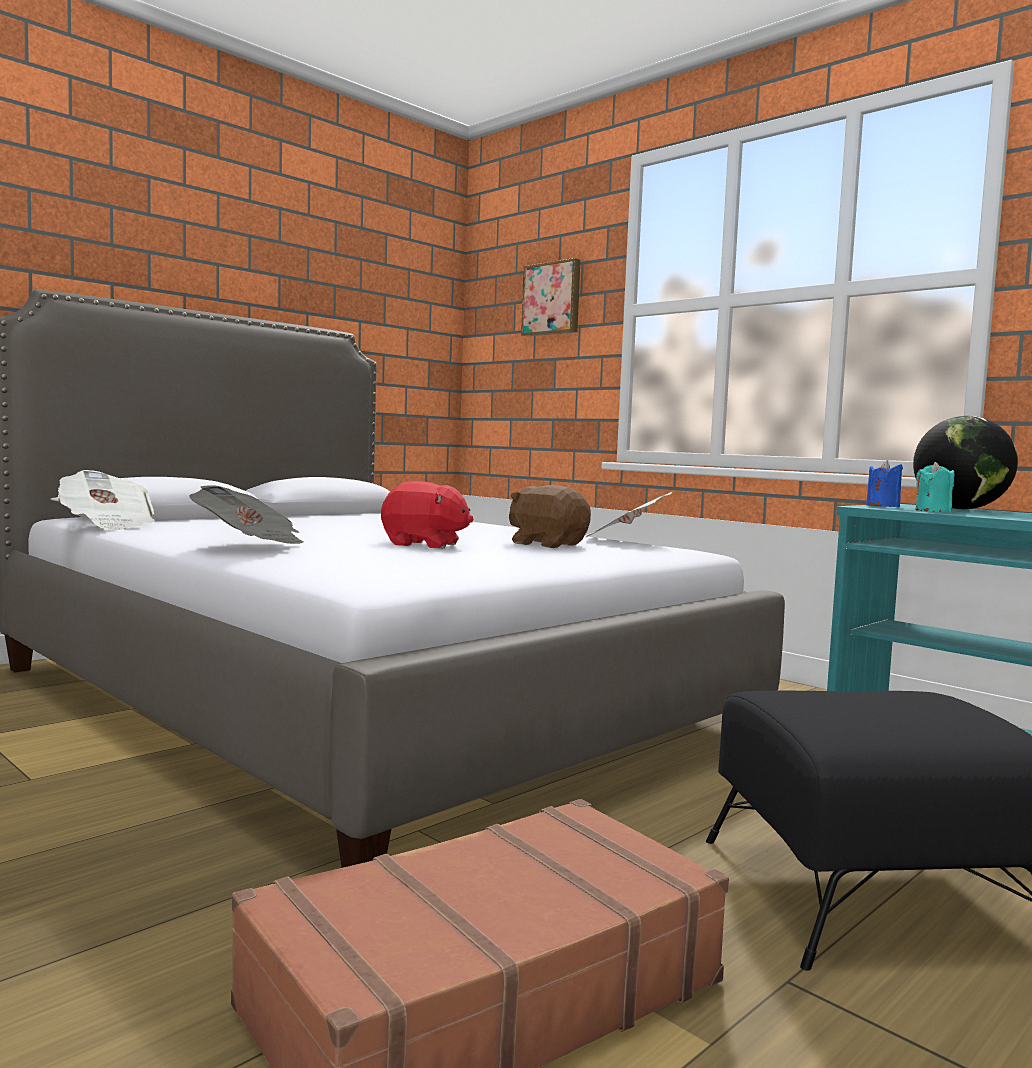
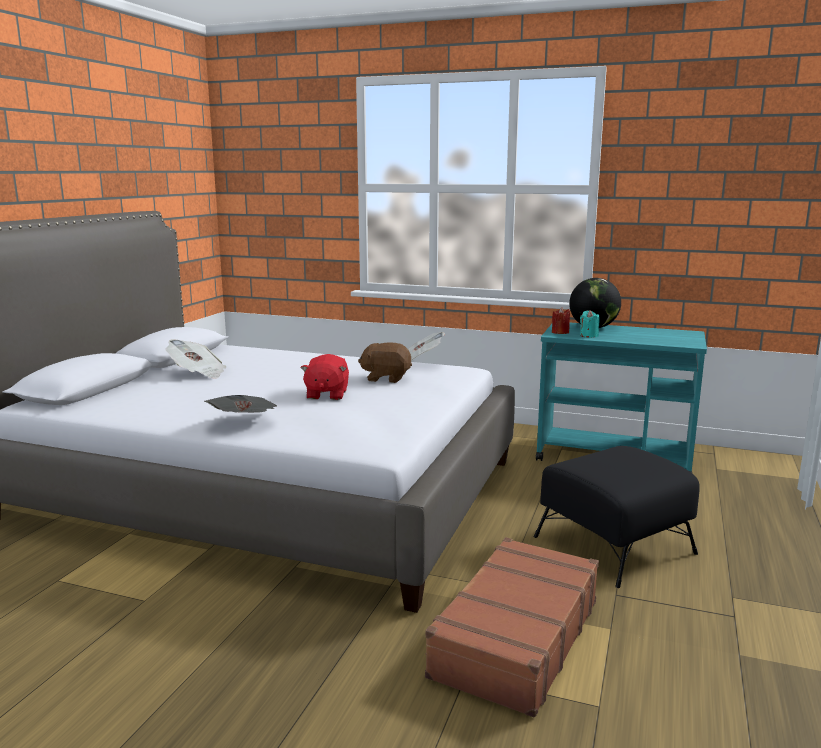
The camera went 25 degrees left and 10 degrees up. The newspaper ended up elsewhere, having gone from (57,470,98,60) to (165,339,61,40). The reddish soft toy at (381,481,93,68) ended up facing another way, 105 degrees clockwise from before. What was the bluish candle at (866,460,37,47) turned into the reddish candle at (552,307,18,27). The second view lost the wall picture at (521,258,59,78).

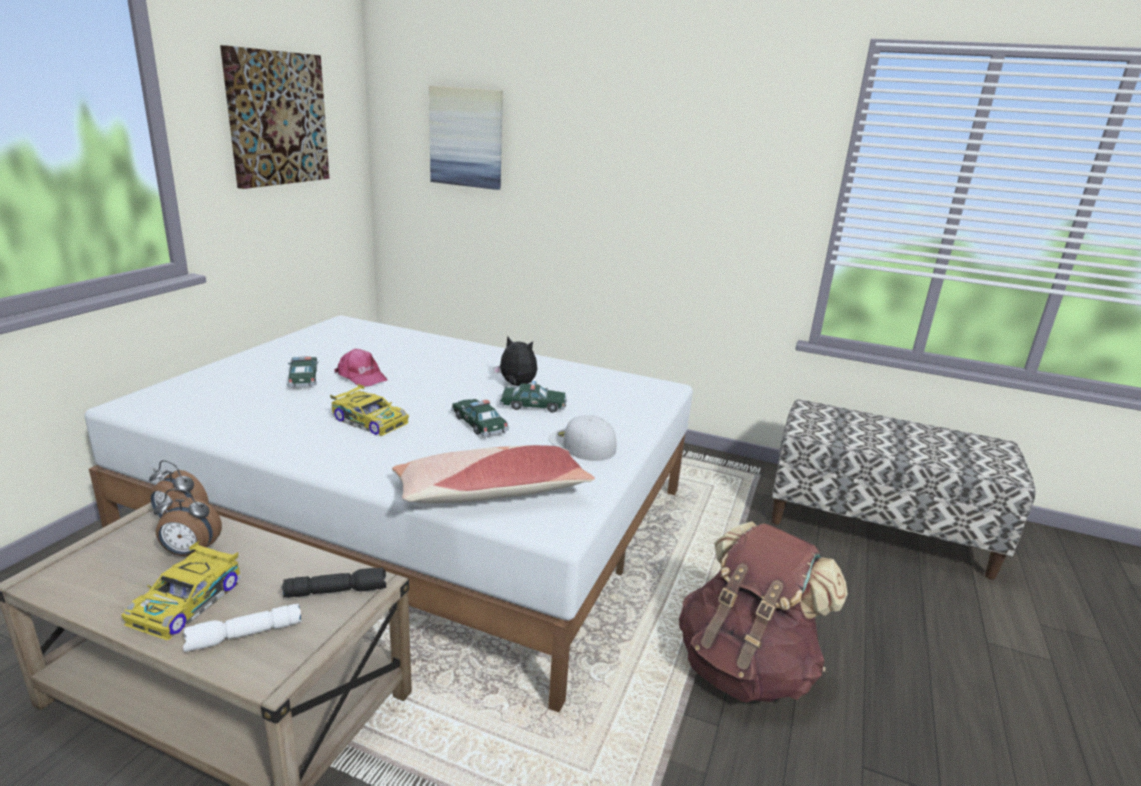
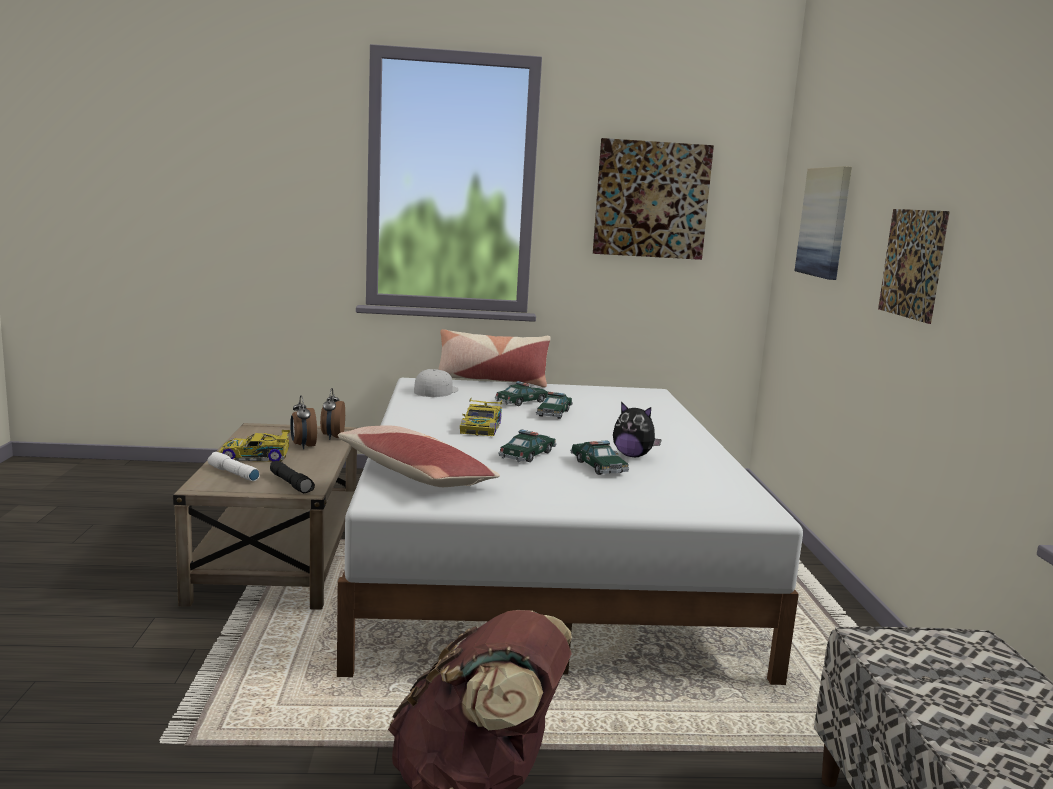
The camera went 65 degrees right and 10 degrees down. The whitish peaked cap ended up elsewhere, having gone from (549,415,68,46) to (414,369,45,28). The second view gained the pillow at (438,329,113,59). Where the pink-coloured peaked cap stood at (334,349,53,38), the miniature car came to stand at (536,392,37,27). The soft toy at (493,336,44,50) ended up facing another way, 120 degrees clockwise from before. The second view gained the wall picture at (878,209,72,115).

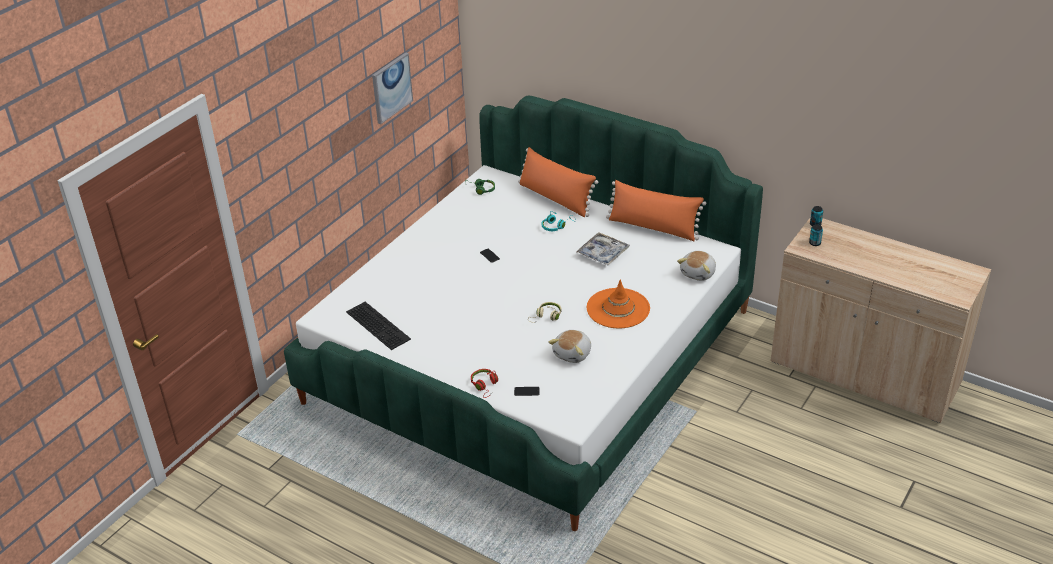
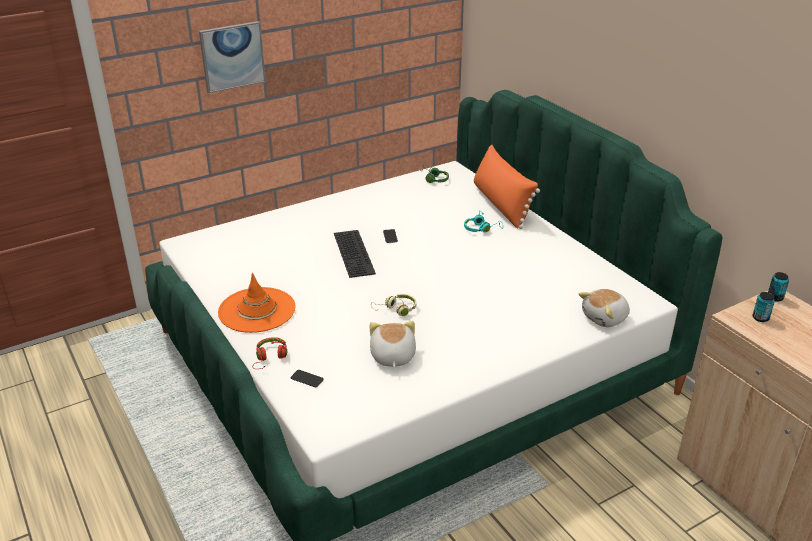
The camera went 25 degrees right and 5 degrees down. The wall picture ended up elsewhere, having gone from (372,52,41,72) to (199,21,67,72). The orange hat ended up elsewhere, having gone from (587,279,63,49) to (218,273,78,60). The PC keyboard ended up elsewhere, having gone from (346,302,65,48) to (334,230,42,48). The soft toy at (548,330,43,33) ended up facing another way, 120 degrees clockwise from before. The second view lost the tray at (577,232,52,33). The second view lost the orange pillow at (606,180,100,61).

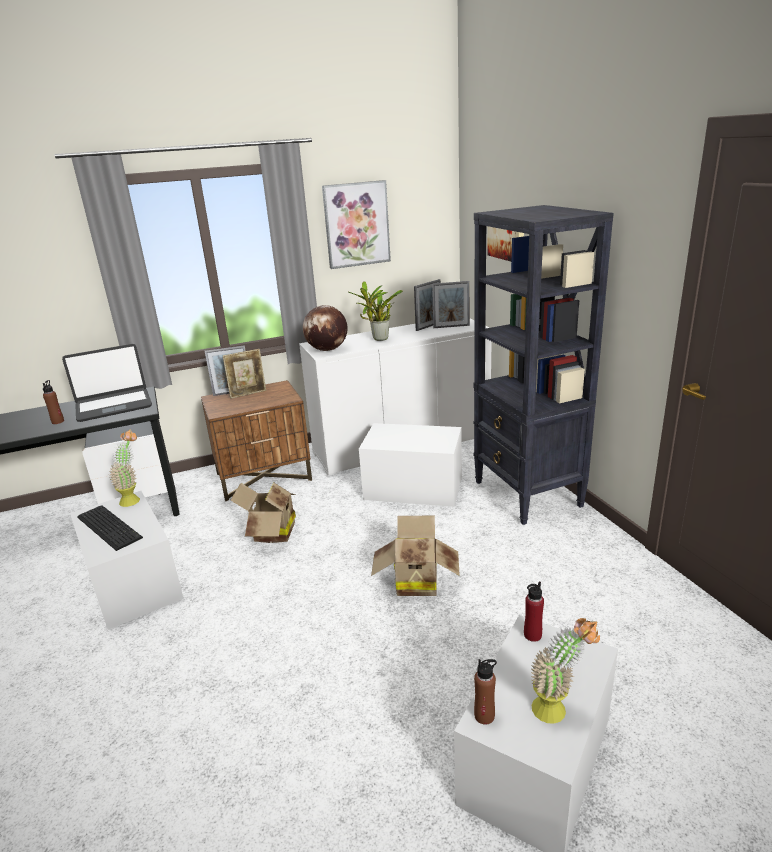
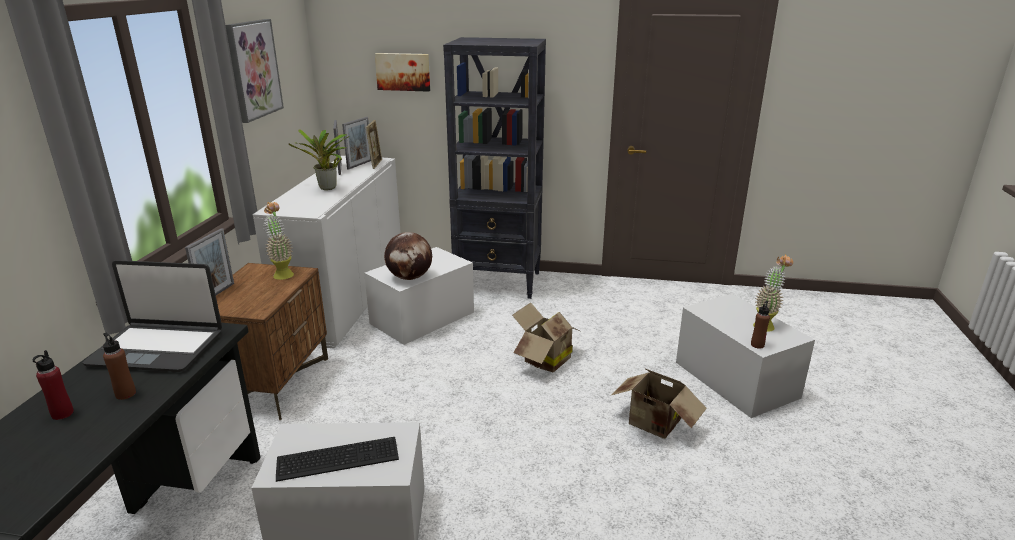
The camera went 60 degrees left and 0 degrees up. The reddish beverage bottle ended up elsewhere, having gone from (524,582,20,60) to (33,350,41,70). The notebook computer at (62,344,90,78) ended up facing another way, 90 degrees clockwise from before. The houseplant ended up elsewhere, having gone from (109,429,31,78) to (263,202,31,78). The standing frame ended up elsewhere, having gone from (223,349,43,50) to (366,120,16,49). The desk globe ended up elsewhere, having gone from (303,305,45,46) to (384,232,48,48). The carton ended up elsewhere, having gone from (231,483,65,60) to (610,368,97,71).

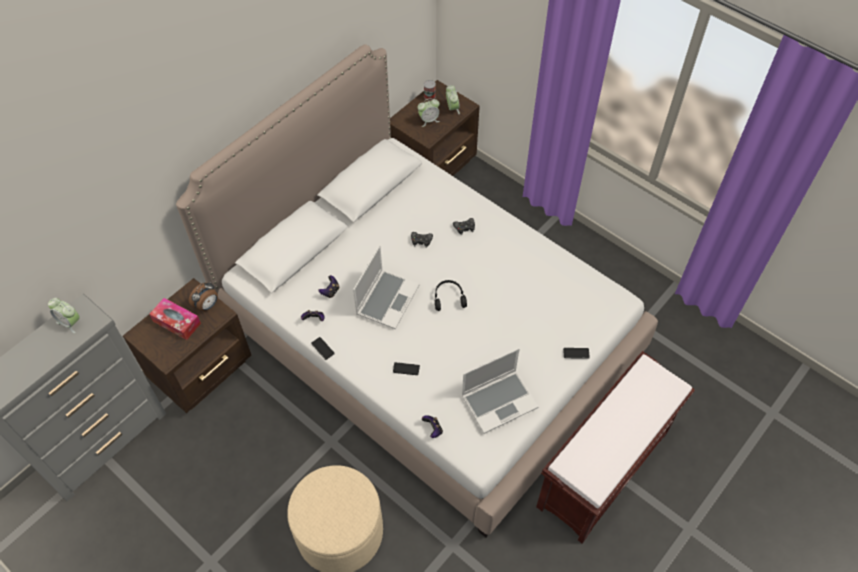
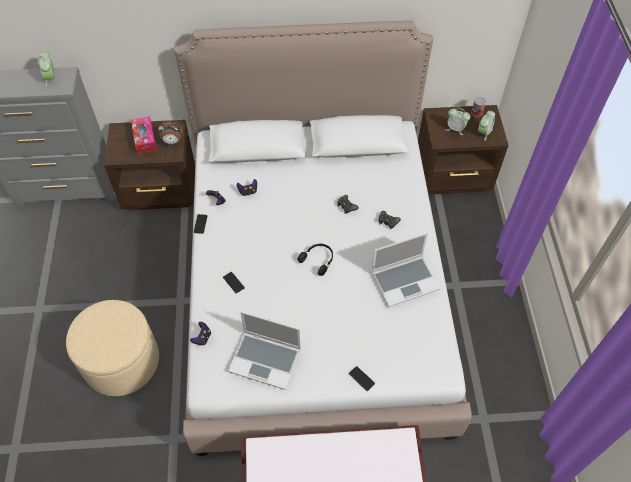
The camera went 45 degrees right and 0 degrees up. The notebook computer ended up elsewhere, having gone from (353,245,67,84) to (371,233,69,74).

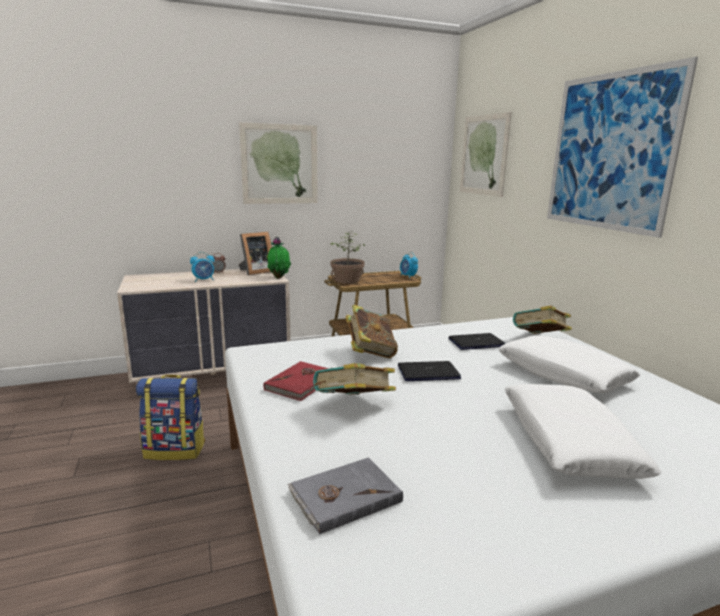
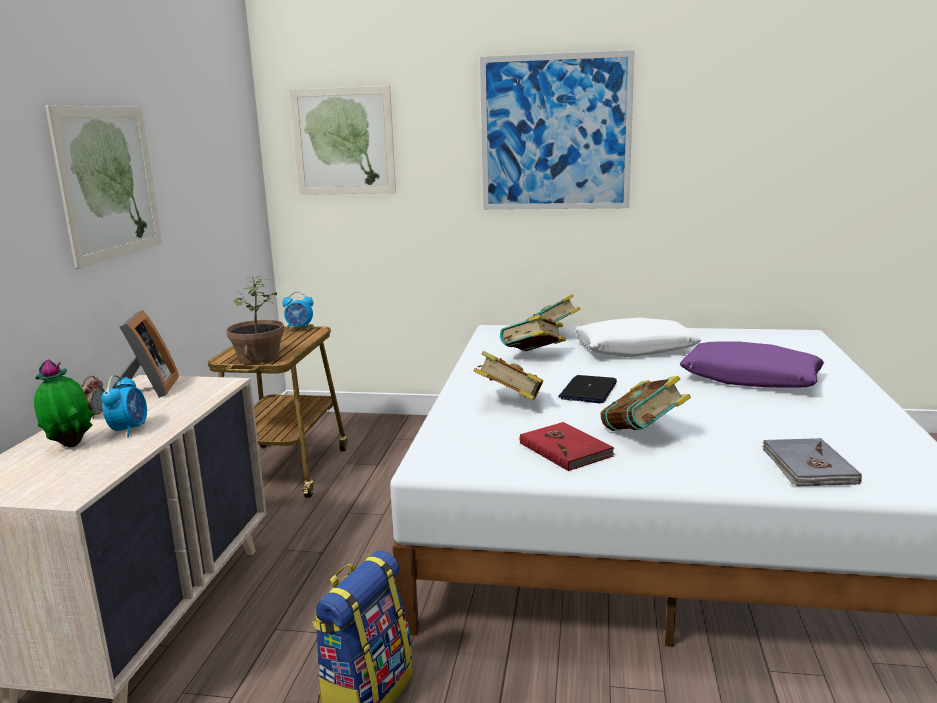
The camera went 60 degrees left and 0 degrees up. The houseplant ended up elsewhere, having gone from (267,237,24,42) to (34,359,60,88). Where the notebook computer stood at (449,333,57,17), the bound book came to stand at (500,315,66,36). What was the whitish pillow at (505,384,156,95) turned into the purple pillow at (679,342,145,46).

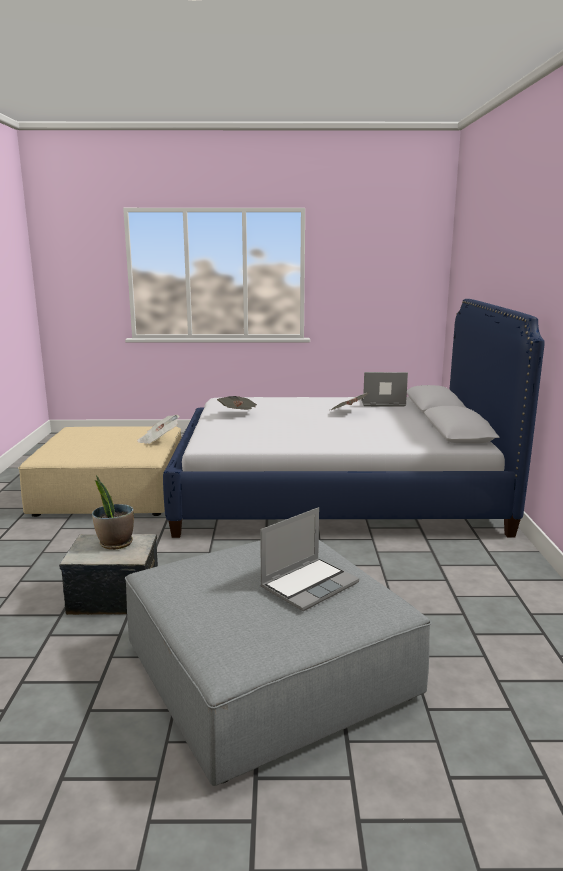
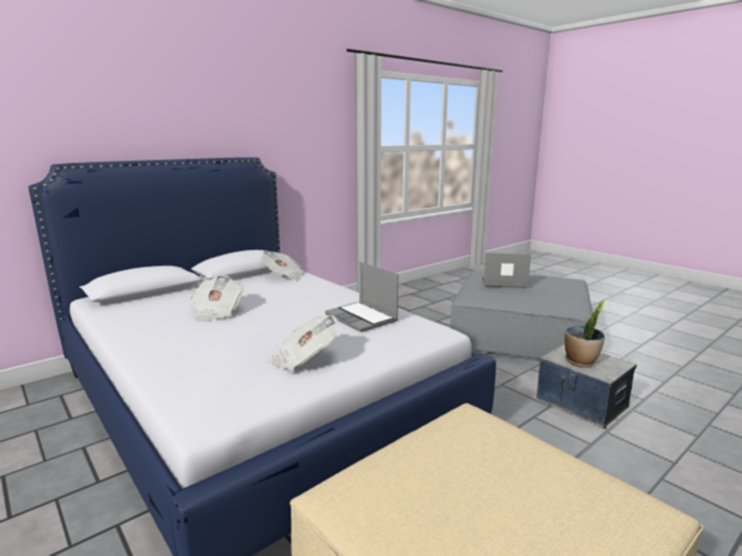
The camera went 130 degrees left and 0 degrees up. The newspaper ended up elsewhere, having gone from (137,415,43,29) to (261,251,44,29). The notebook computer ended up elsewhere, having gone from (361,372,47,35) to (325,261,73,71).

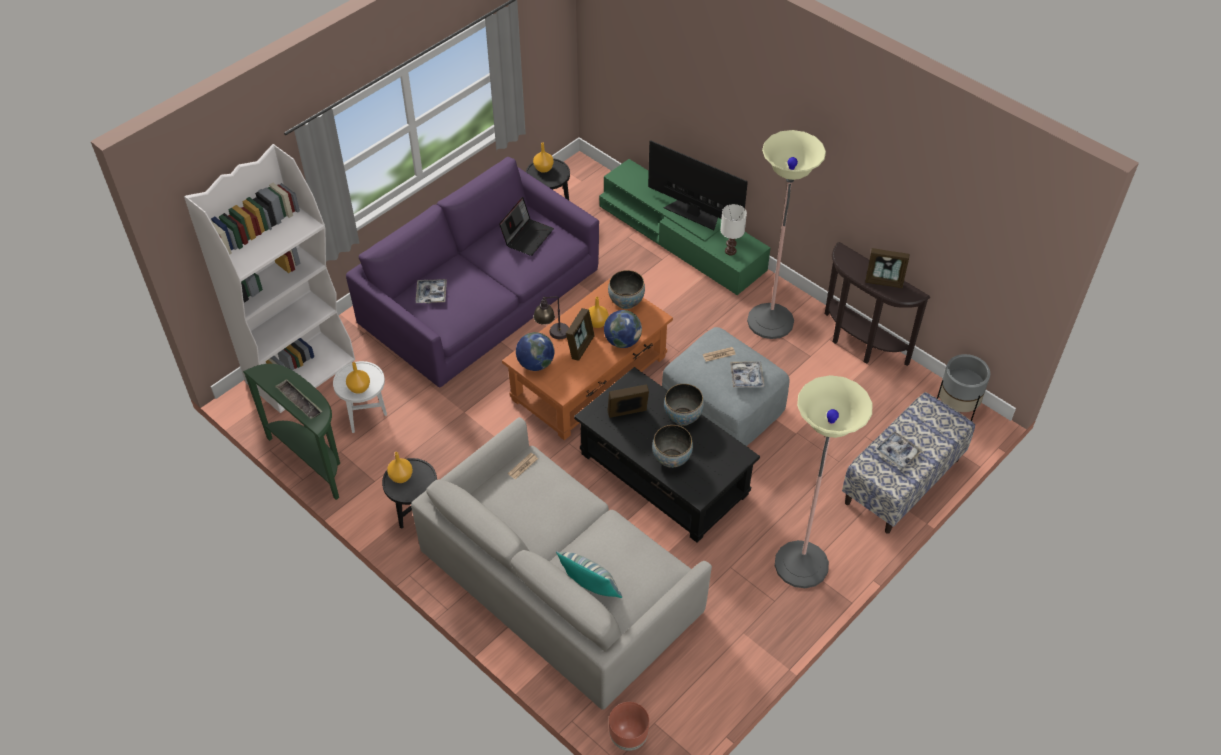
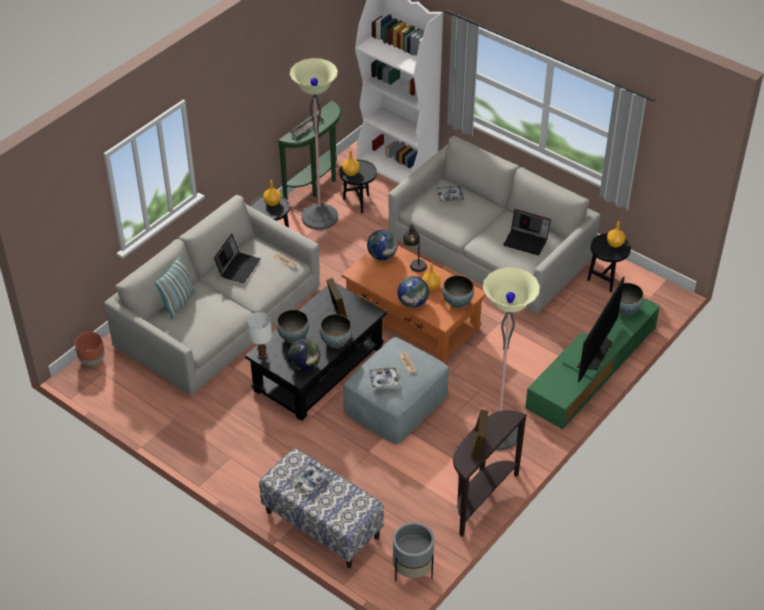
The camera went 85 degrees right and 5 degrees down. The second view gained the notebook computer at (214,234,46,49). The whitish table lamp ended up elsewhere, having gone from (720,204,27,51) to (248,312,24,47). The second view gained the desk globe at (287,339,33,32). The standing lamp ended up elsewhere, having gone from (775,375,98,213) to (290,58,48,172). What was the whitish end table at (333,361,54,72) turned into the black-coloured end table at (339,160,38,54). What was the purple settee at (346,157,253,230) turned into the grey settee at (388,136,212,178). The second view gained the serving bowl at (613,283,31,33). The second view lost the standing frame at (566,308,29,53).

